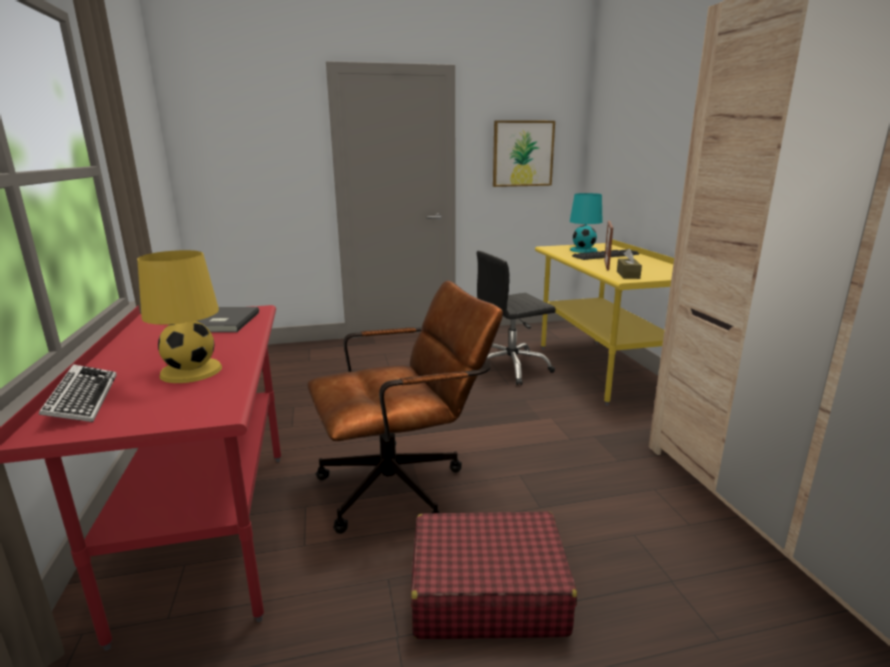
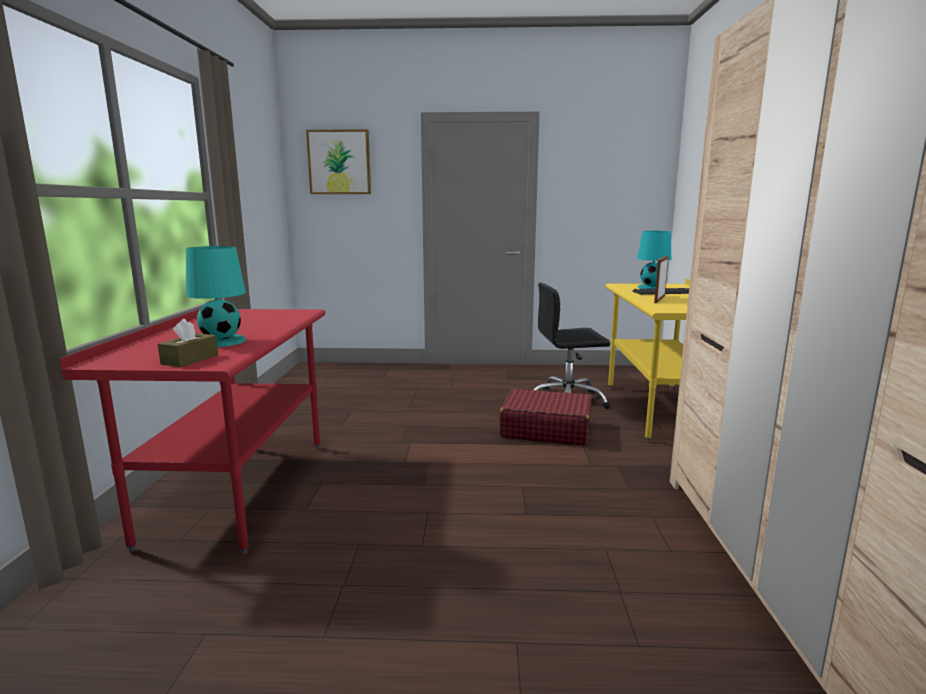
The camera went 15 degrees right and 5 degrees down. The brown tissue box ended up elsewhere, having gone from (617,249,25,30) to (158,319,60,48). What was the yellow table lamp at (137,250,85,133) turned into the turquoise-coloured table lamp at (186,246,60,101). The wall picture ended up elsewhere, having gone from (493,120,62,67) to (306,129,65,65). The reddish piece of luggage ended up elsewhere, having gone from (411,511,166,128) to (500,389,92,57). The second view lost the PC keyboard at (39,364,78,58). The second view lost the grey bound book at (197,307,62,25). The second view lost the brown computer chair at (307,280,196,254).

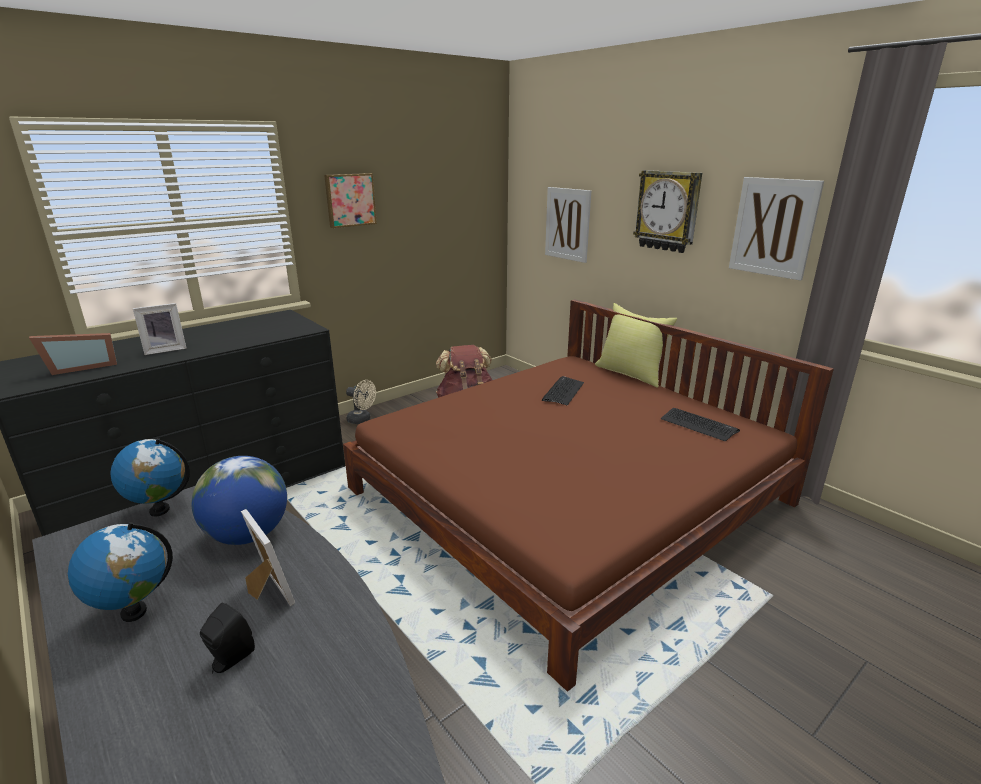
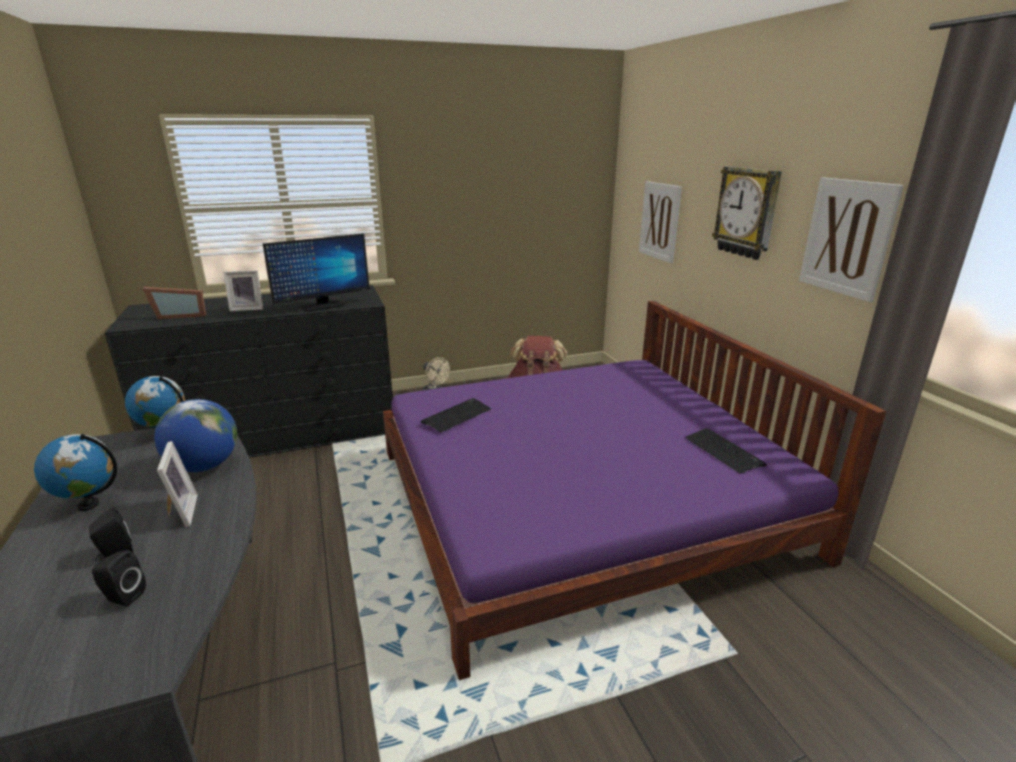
The camera went 20 degrees right and 0 degrees up. The second view gained the black-coloured loudspeaker at (92,550,54,56). The second view gained the computer display at (263,234,107,78). What was the brown sleeping bed at (343,299,491,393) turned into the purple sleeping bed at (383,301,503,379). The PC keyboard ended up elsewhere, having gone from (542,376,42,30) to (421,398,70,34). The second view lost the wall picture at (324,173,53,55). The second view lost the yellow pillow at (595,303,82,85).

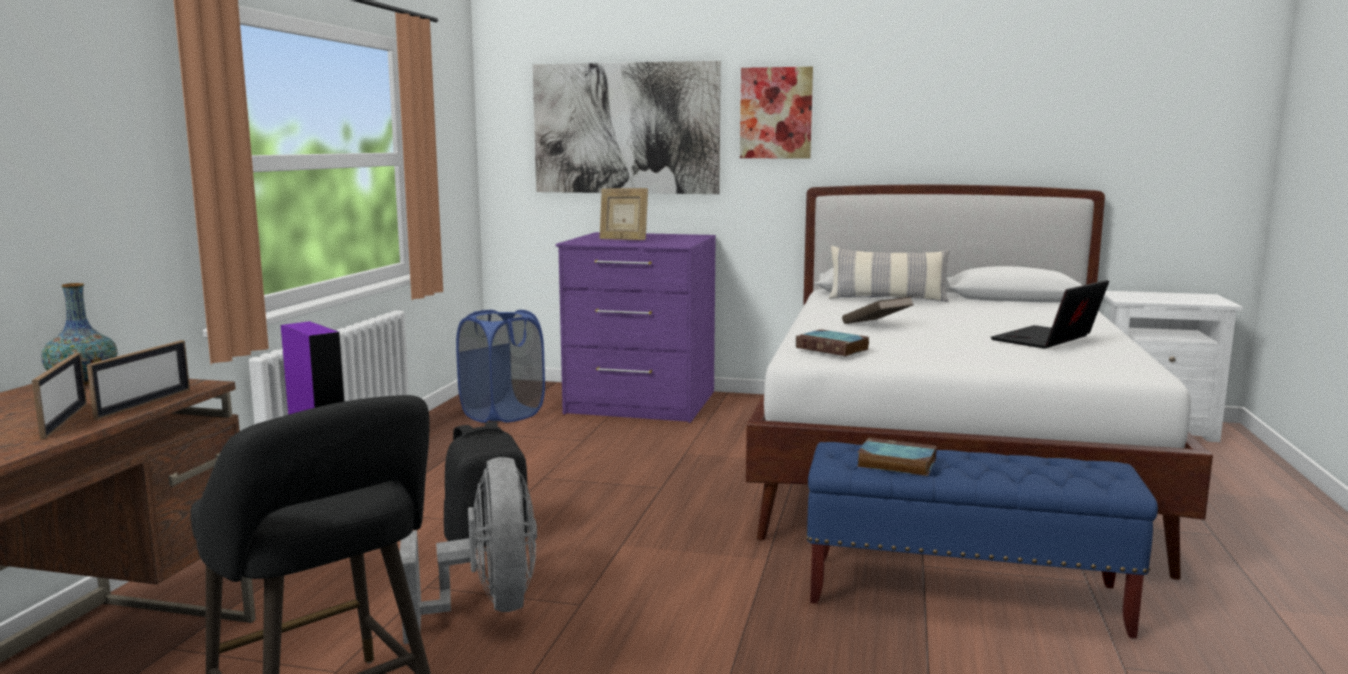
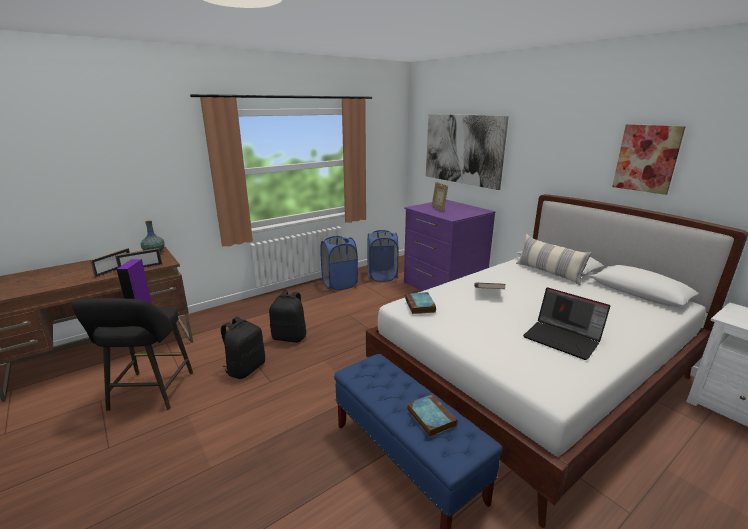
The camera went 40 degrees right and 10 degrees up. Where the grey fan stood at (400,457,137,187), the black-coloured backpack came to stand at (221,317,44,62). The second view gained the bluish washing basket at (320,236,38,54). The bound book ended up elsewhere, having gone from (857,438,80,38) to (407,394,50,43). The notebook computer at (991,280,118,69) ended up facing another way, 135 degrees counterclockwise from before. The wall picture ended up elsewhere, having gone from (740,67,73,92) to (612,124,74,71).

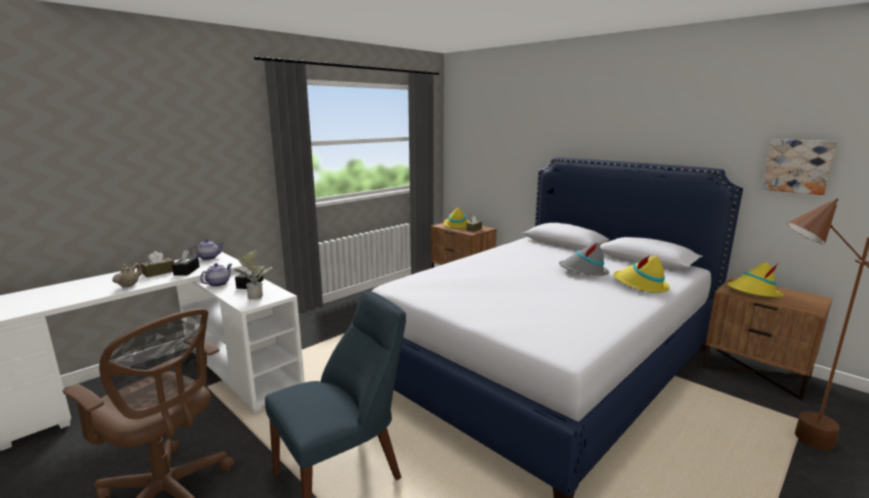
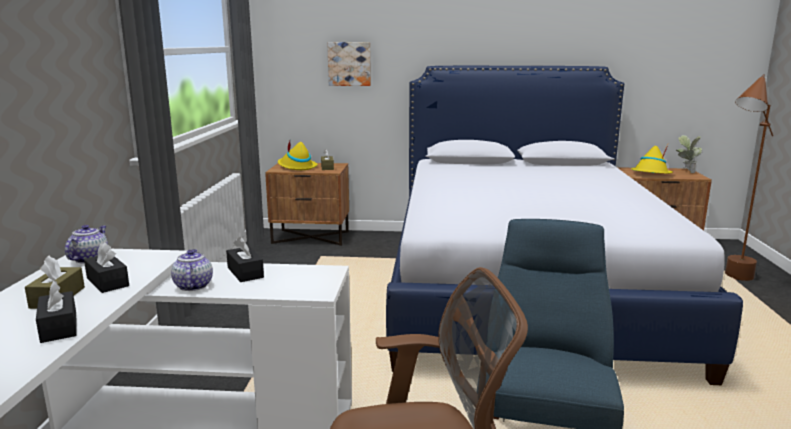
The camera went 40 degrees left and 0 degrees up. Where the beige-coloured tea pot stood at (113,263,29,25), the black-coloured tissue box came to stand at (36,281,41,62). The wall picture ended up elsewhere, having gone from (762,139,75,56) to (327,42,44,44). The houseplant ended up elsewhere, having gone from (234,250,39,49) to (676,135,26,38). The second view lost the grey hat at (559,242,50,34). The second view lost the yellow hat at (614,255,56,38).

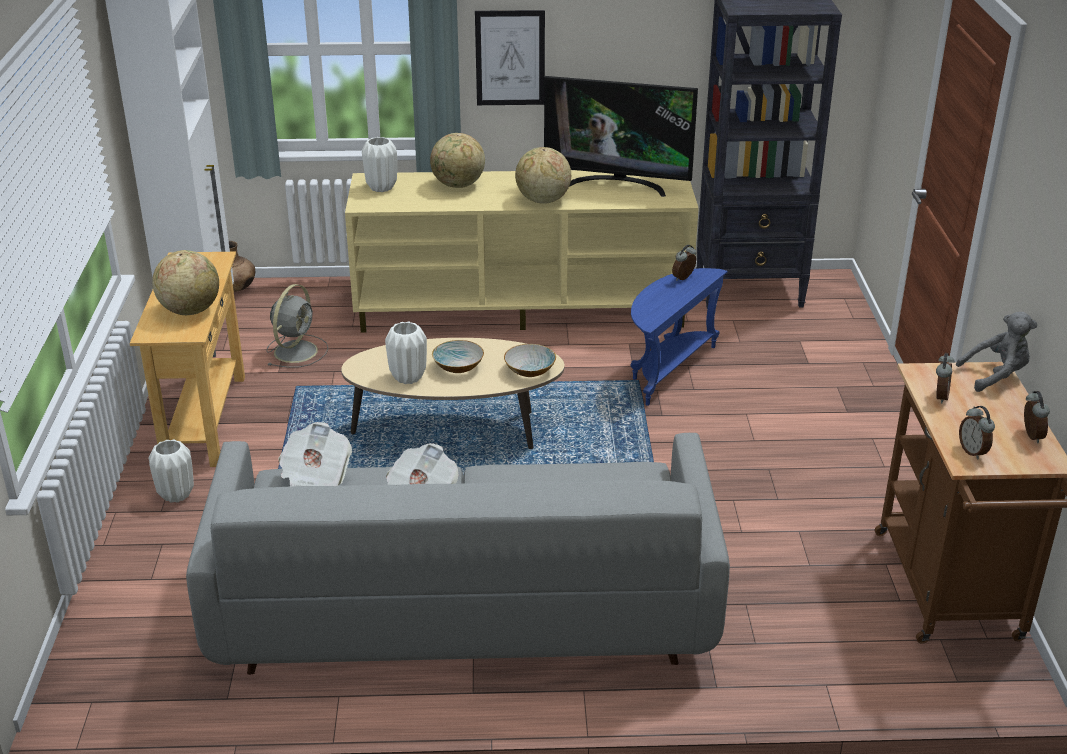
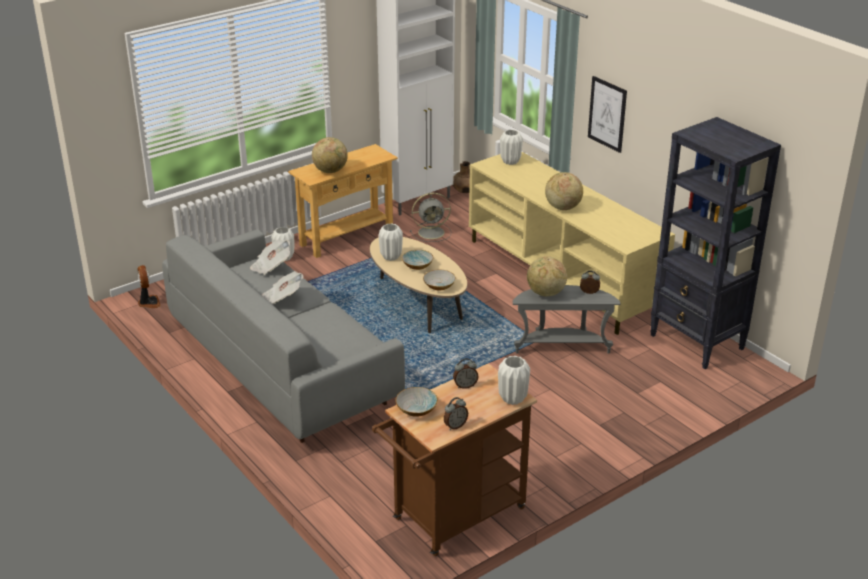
The camera went 55 degrees right and 0 degrees up. The second view gained the fan at (138,265,23,43). Where the table clock stood at (959,406,36,53), the serving bowl came to stand at (395,387,43,30). Where the grey soft toy stood at (956,312,81,80), the whitish vase came to stand at (498,356,32,49). What was the bluish end table at (630,268,98,138) turned into the grey end table at (513,285,108,69). The desk globe ended up elsewhere, having gone from (430,133,55,55) to (527,256,40,41). The second view lost the TV set at (544,76,154,121).

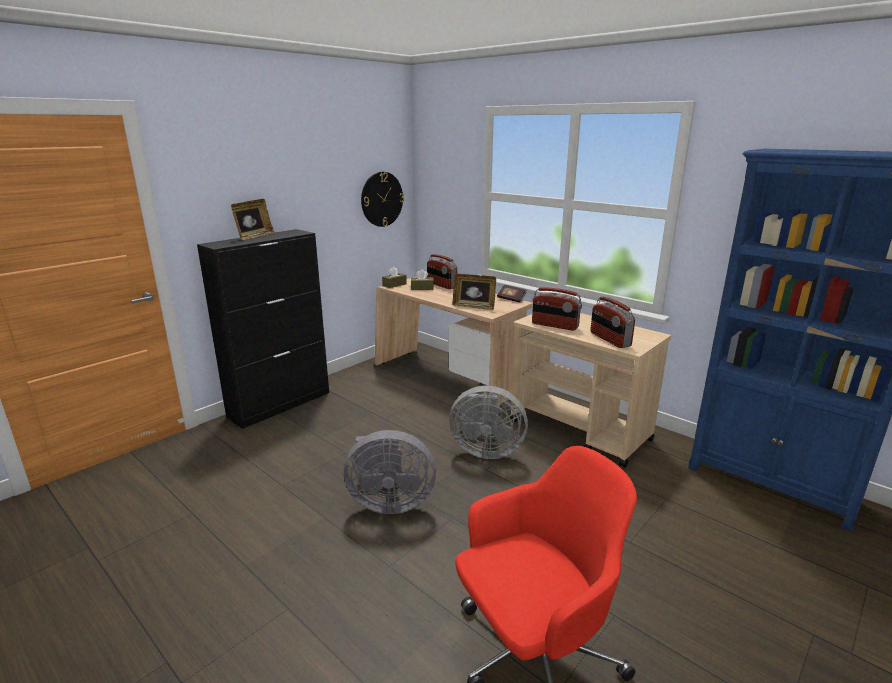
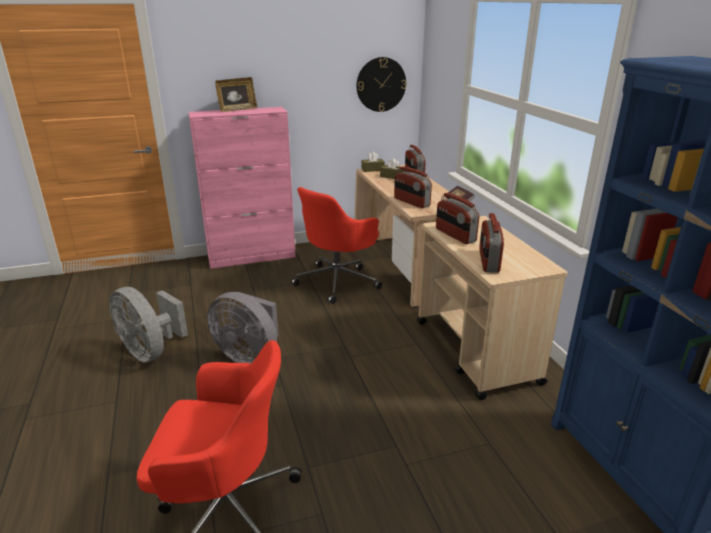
The camera went 30 degrees right and 5 degrees up. The grey fan ended up elsewhere, having gone from (449,386,79,73) to (109,287,79,75). What was the black-coloured cupboard at (197,229,132,200) turned into the pink-coloured cupboard at (188,107,108,162). The second view gained the reddish computer chair at (291,187,91,117). Where the standing frame stood at (452,274,44,36), the radio receiver came to stand at (394,166,38,42).

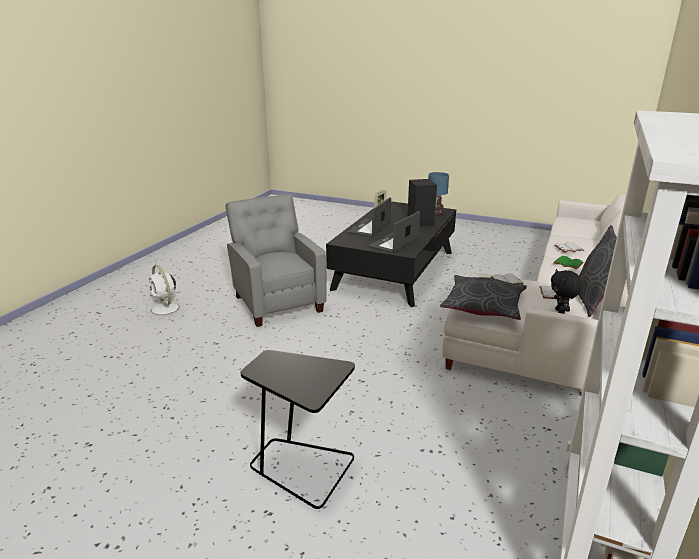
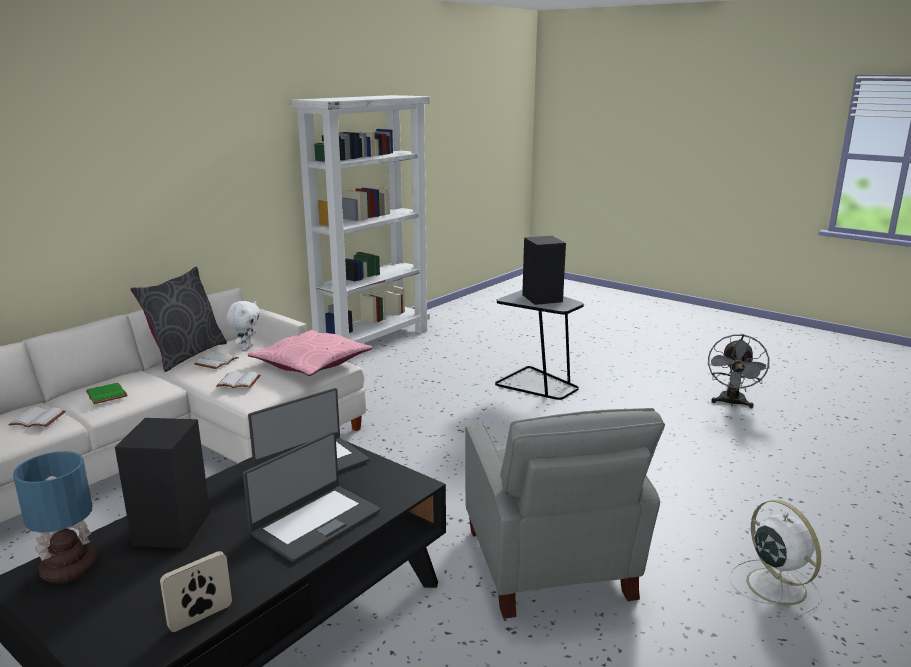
The camera went 165 degrees left and 5 degrees down. What was the black-coloured soft toy at (551,269,31,45) turned into the whitish soft toy at (226,301,34,49). What was the grey pillow at (440,275,87,45) turned into the pink-coloured pillow at (248,330,125,46). The second view gained the black-coloured loudspeaker at (522,236,44,69). The second view gained the grey fan at (708,334,62,74).

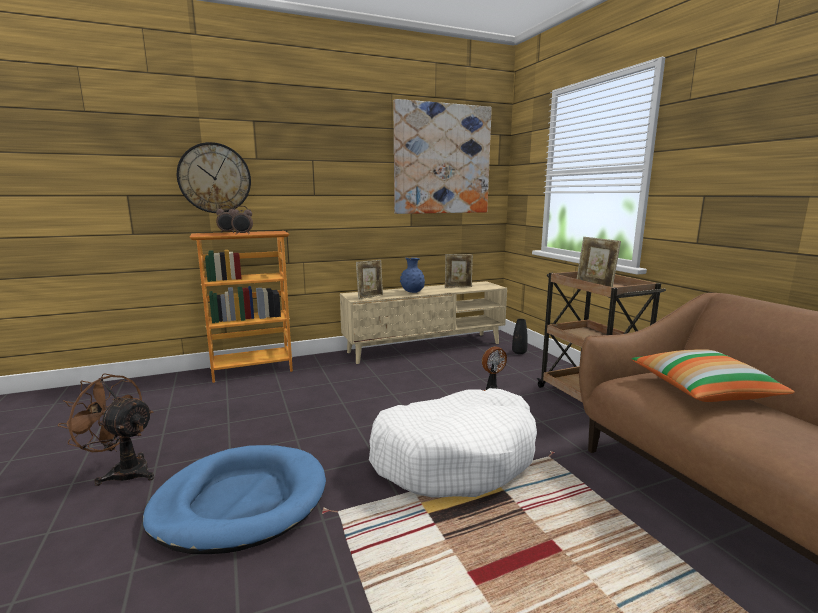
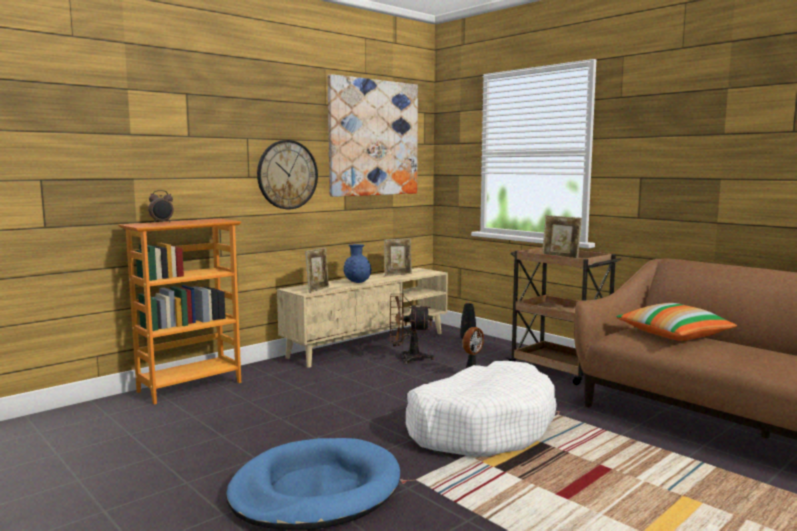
The camera went 20 degrees left and 5 degrees down. The wall clock ended up elsewhere, having gone from (177,142,74,71) to (257,140,61,69). The brown fan ended up elsewhere, having gone from (57,373,97,113) to (390,293,44,72). The second view lost the table clock at (231,206,22,28).

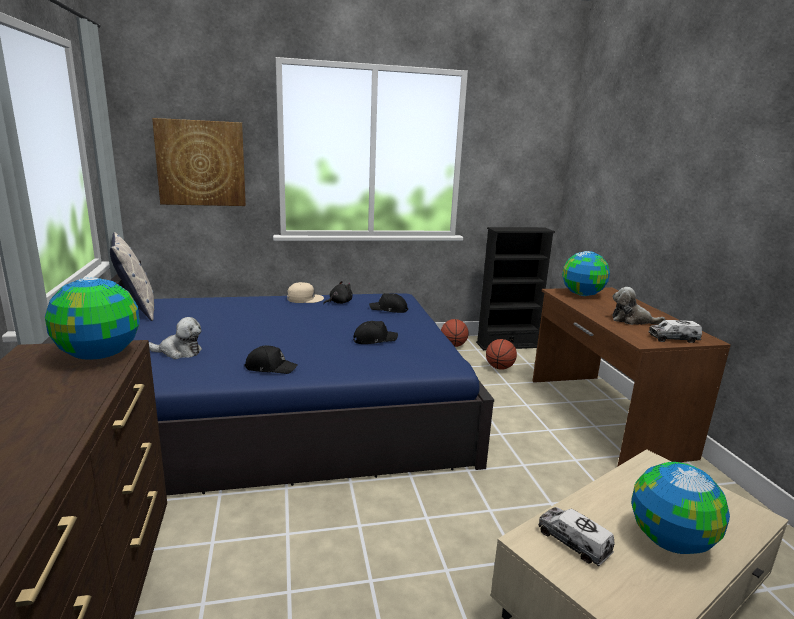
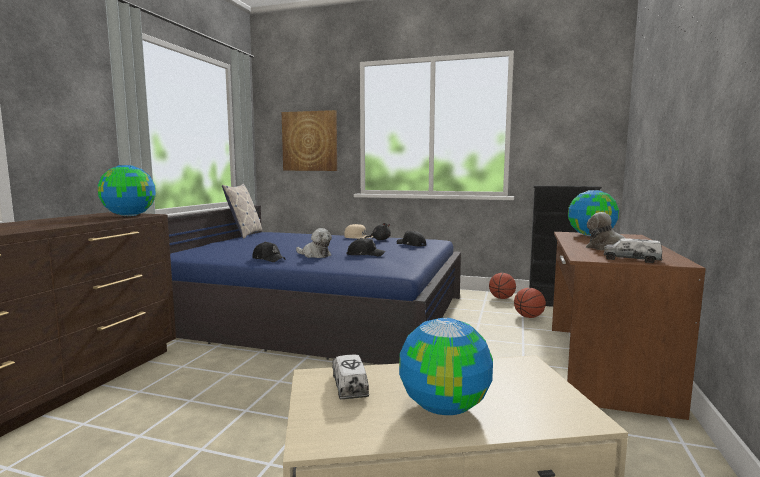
The camera went 30 degrees right and 10 degrees down. The soft toy ended up elsewhere, having gone from (149,317,53,42) to (296,228,36,30).

